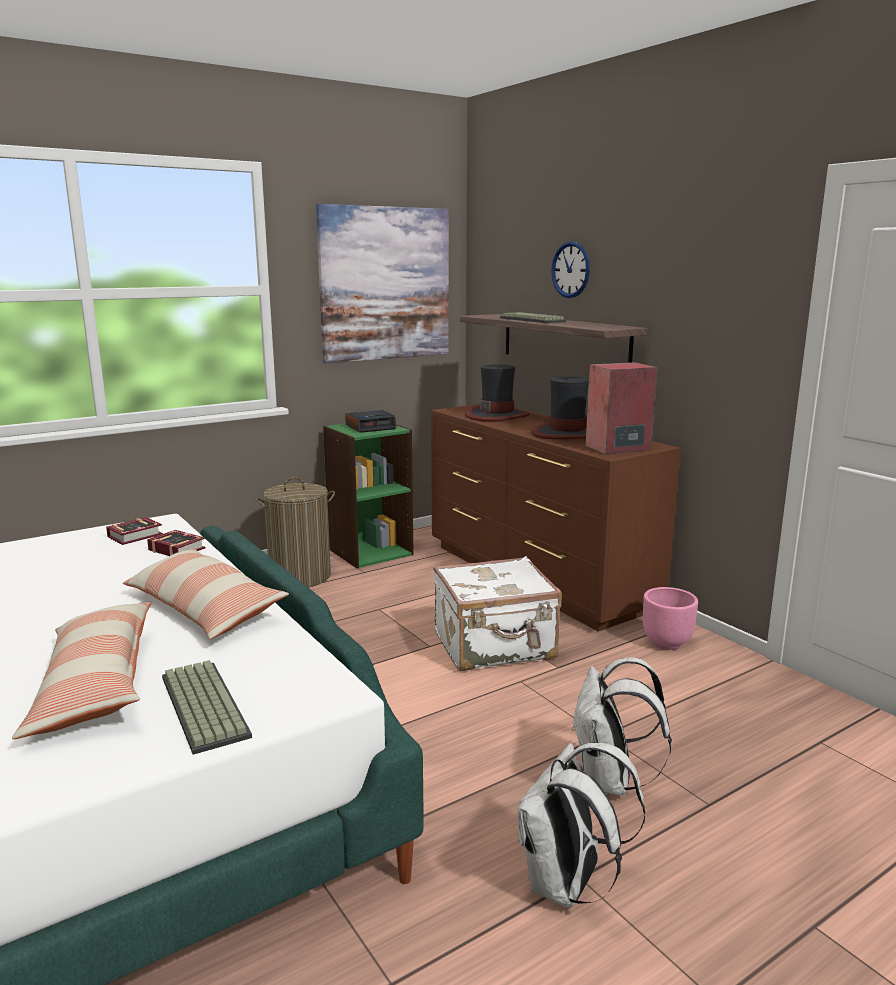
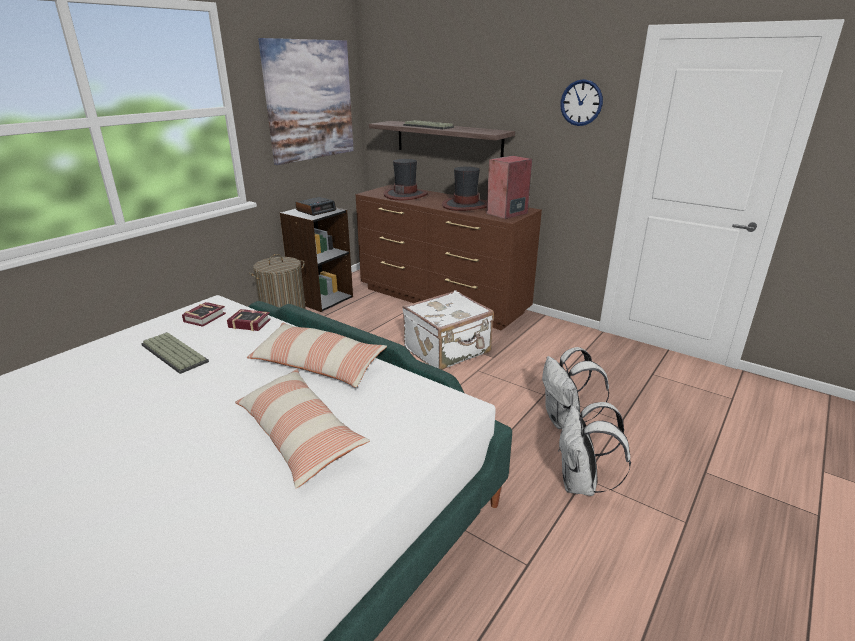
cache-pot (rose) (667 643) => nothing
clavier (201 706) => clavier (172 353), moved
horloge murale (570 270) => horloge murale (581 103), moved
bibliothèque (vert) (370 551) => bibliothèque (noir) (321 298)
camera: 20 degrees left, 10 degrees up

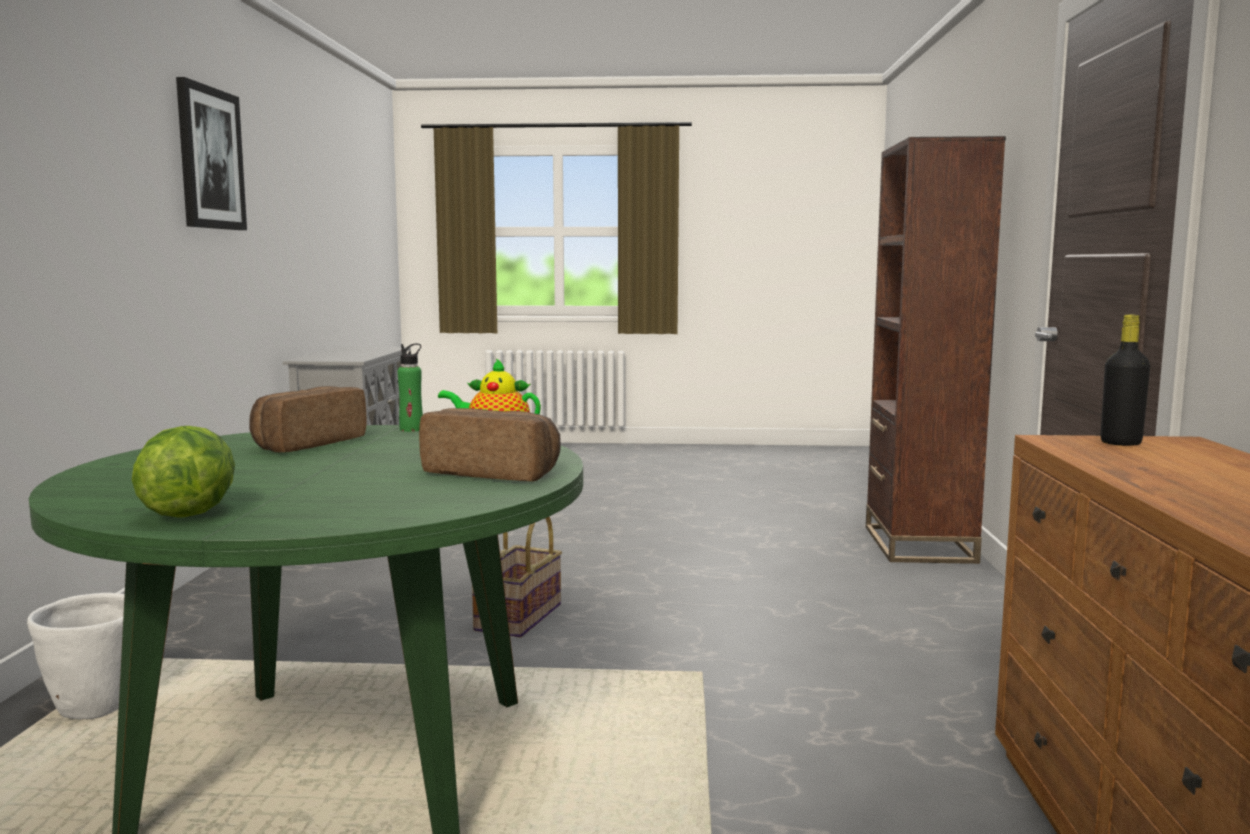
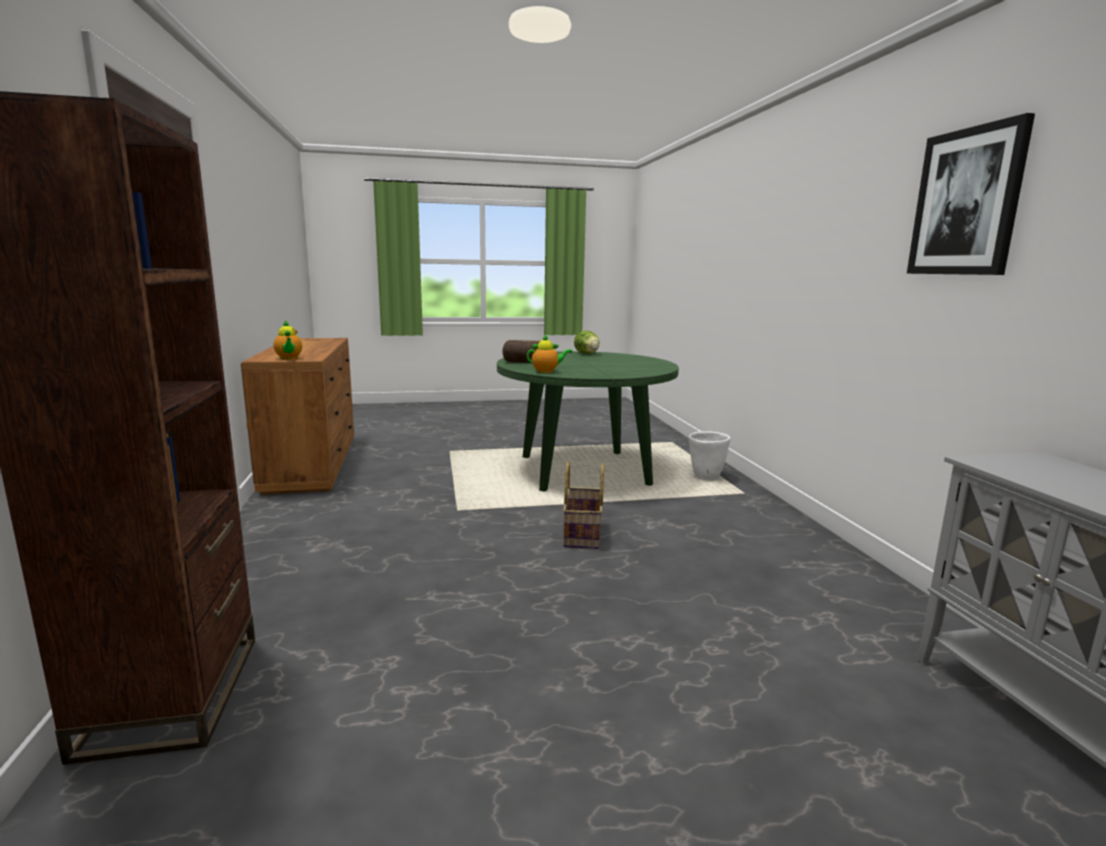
pain (306 443) => nothing
bouteille (vert) (411 429) => nothing
bouteille (noir) (1120 443) => théière (289 358)
camera: 165 degrees right, 5 degrees up

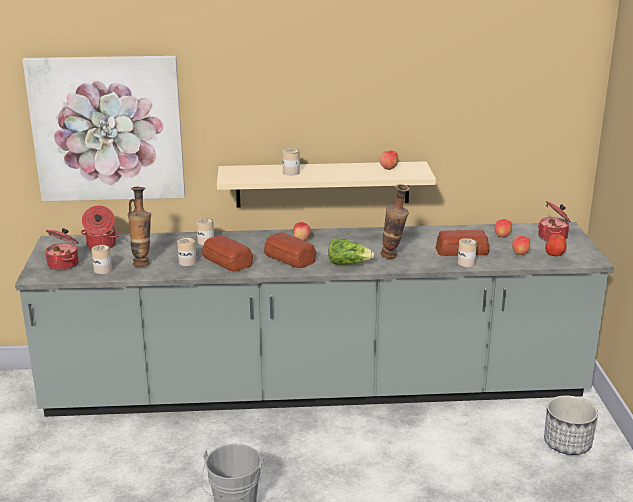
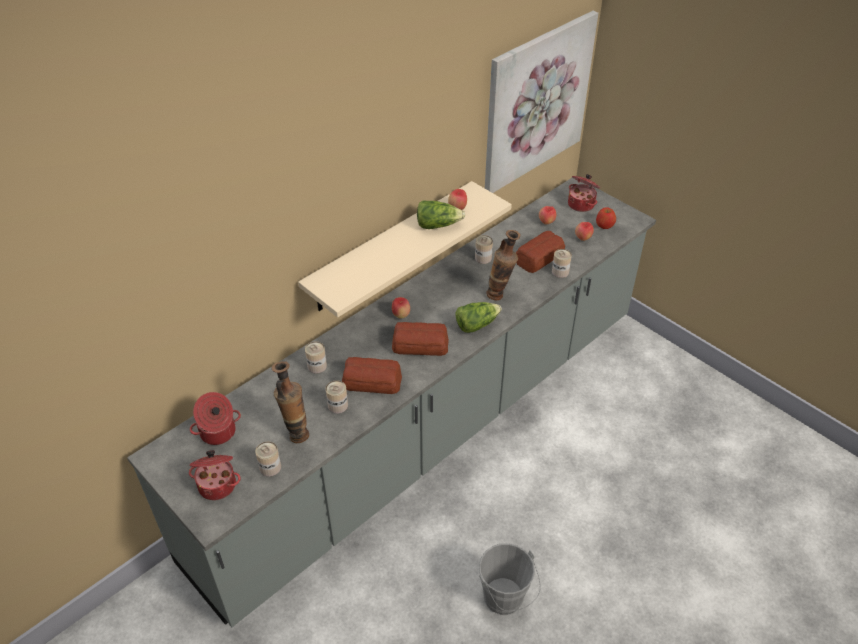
cache-pot (567 444) => nothing
nothing => laitue (438 225)
tableau (107 129) => tableau (537 102), moved
boîte métallique (291 172) => boîte métallique (483 258), moved
camera: 40 degrees left, 20 degrees up

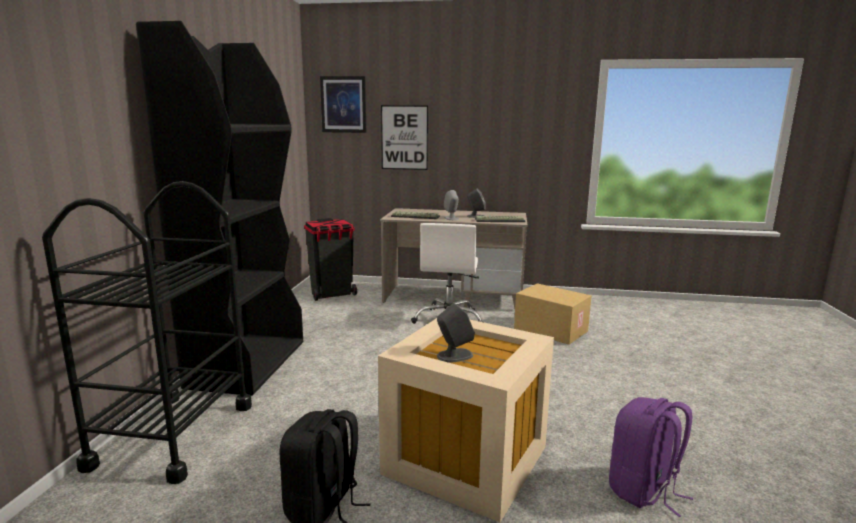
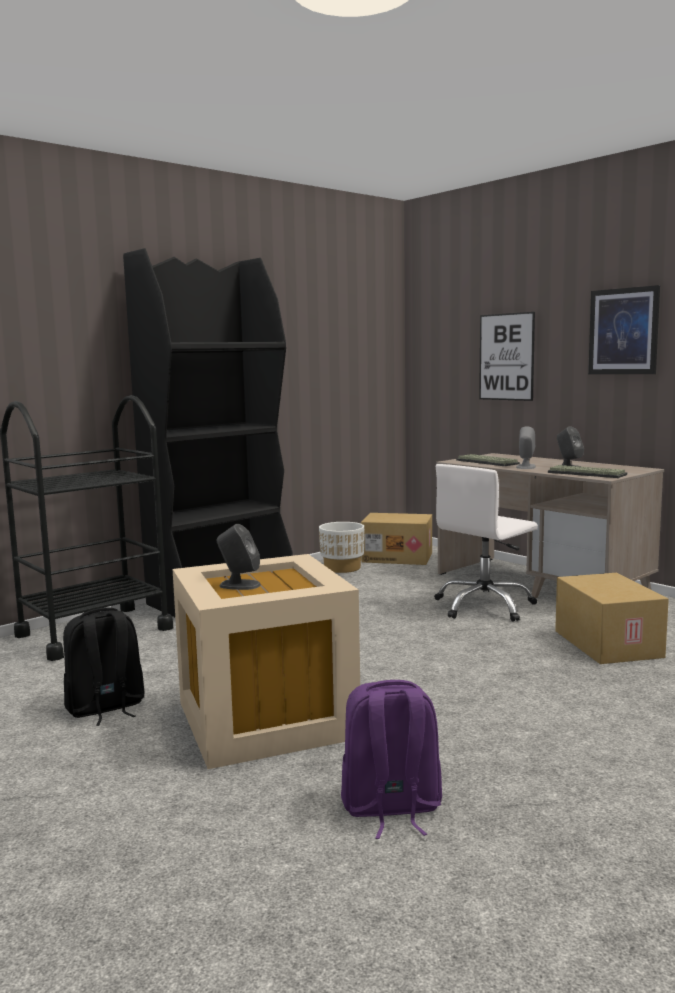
nothing => cache-pot (blanc) (342 568)
tableau (343 104) => tableau (623 331), moved
poubelle (noir) (332 295) => carton (398 557)
camera: 40 degrees right, 5 degrees down

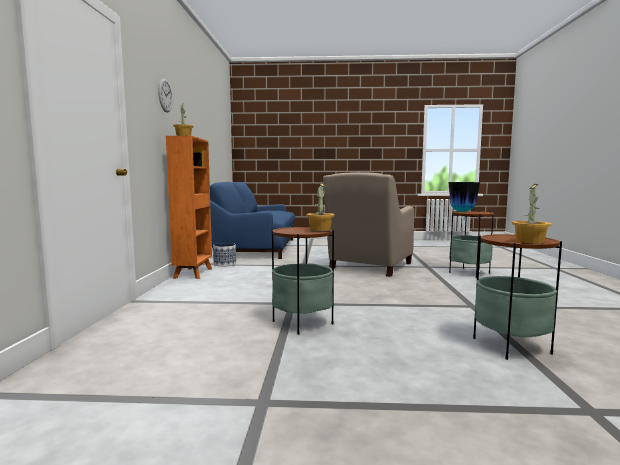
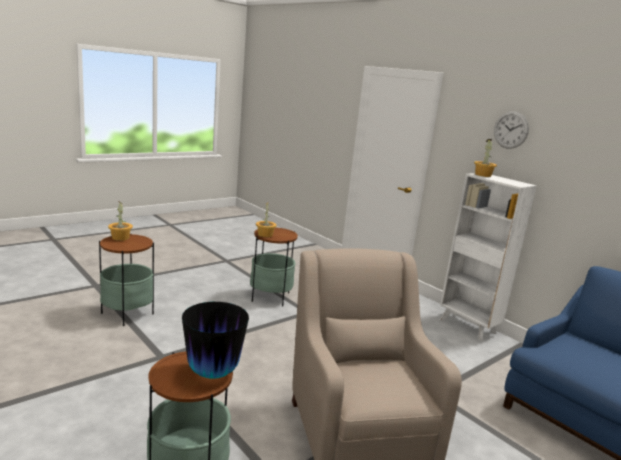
cache-pot (225 264) => nothing
bibliothèque (orange) (194 273) => bibliothèque (blanc) (468 327)
camera: 135 degrees right, 10 degrees up

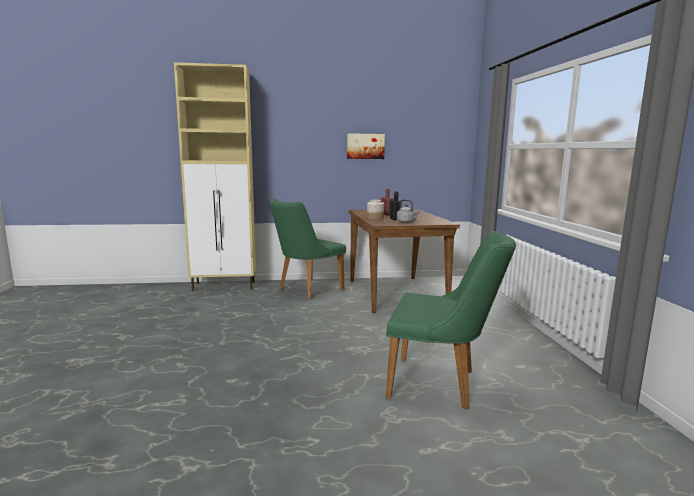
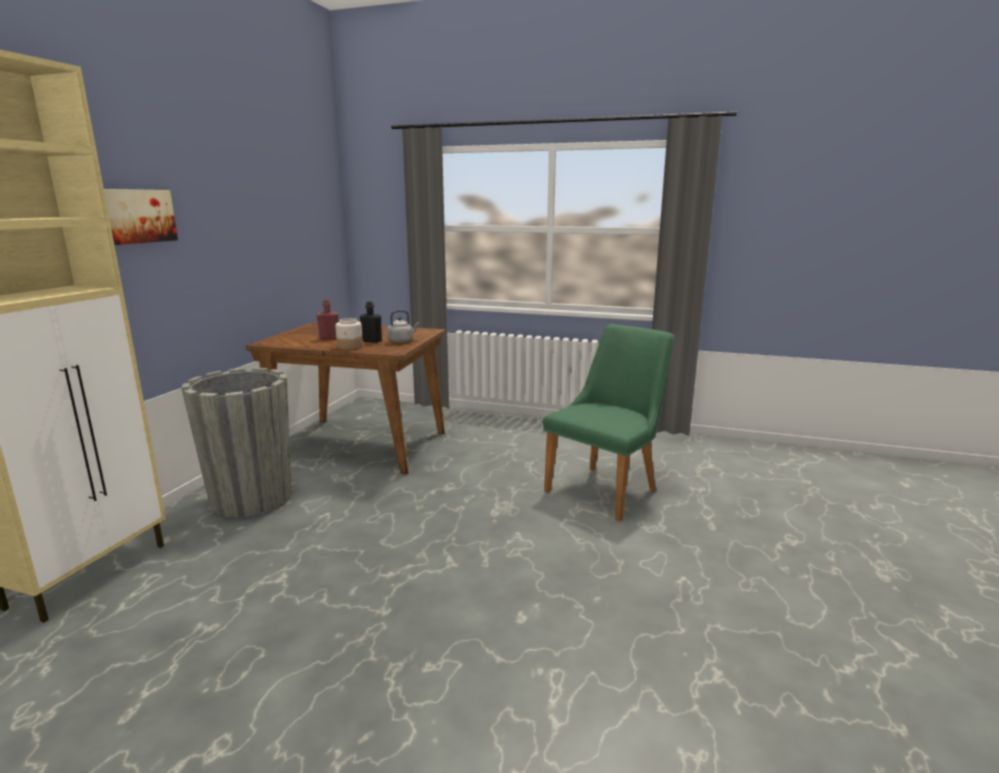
tableau (365 146) => tableau (137 216), moved
chaise (vert) (306 290) => cache-pot (gris) (252 498)
camera: 65 degrees left, 5 degrees up

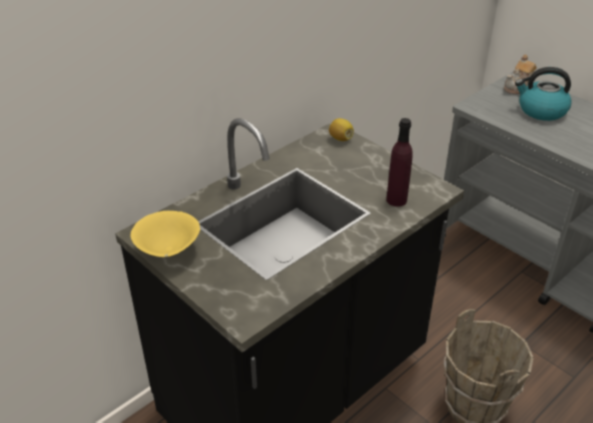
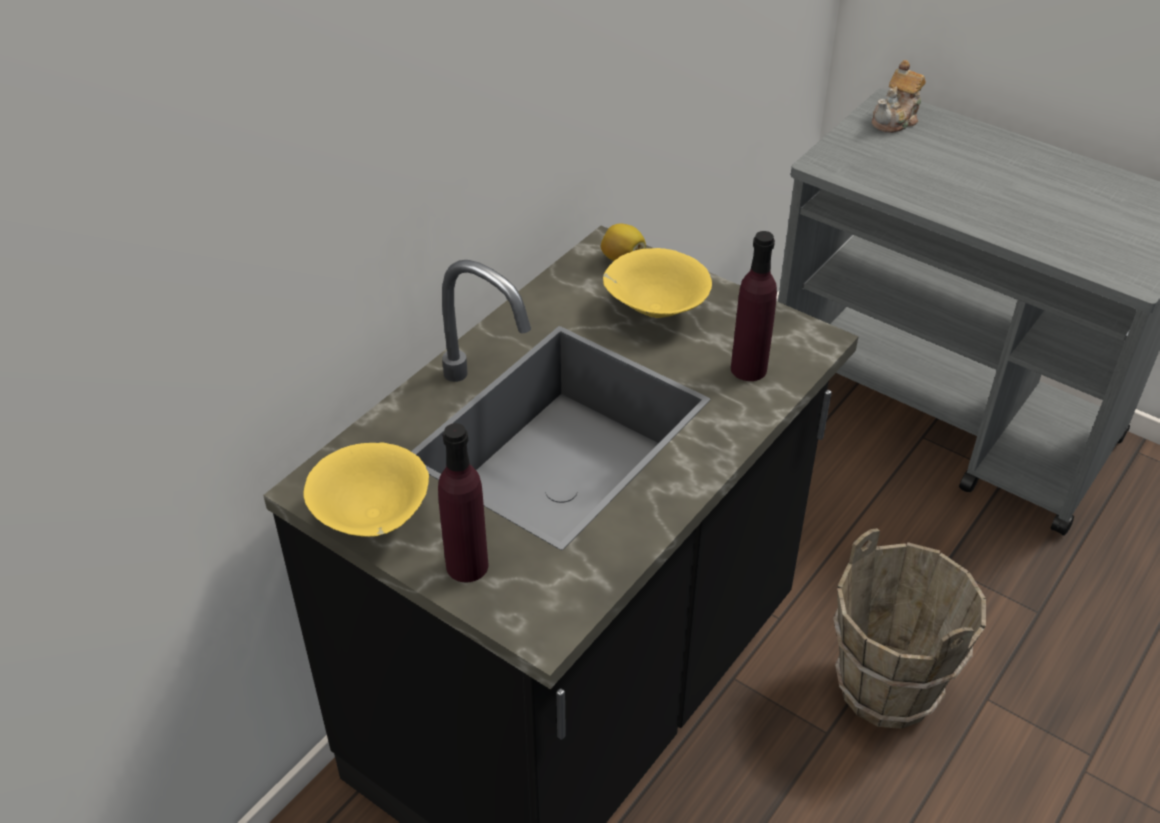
bouilloire (541 110) => nothing
nothing => bouteille (violet) (467 565)
nothing => bol (jaune) (654 310)
camera: 10 degrees left, 5 degrees up

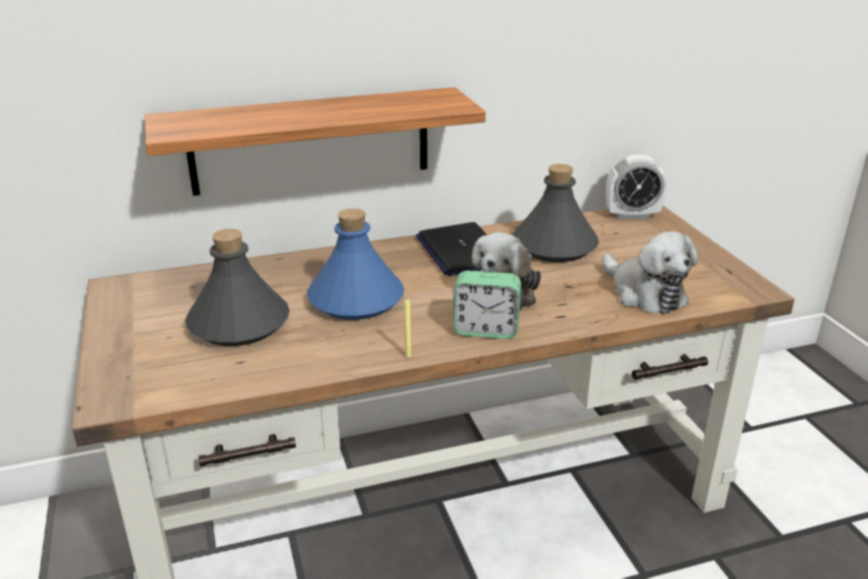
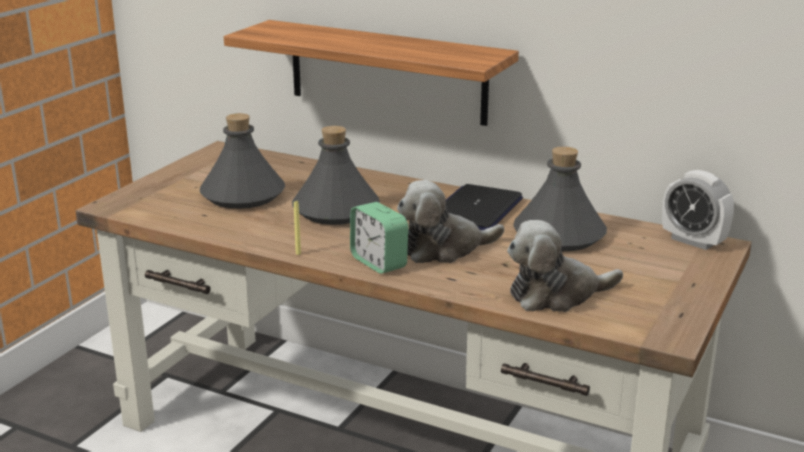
bouteille (bleu) (355 300) => bouteille (gris) (335 210)
peluche (644 293) => peluche (556 294), 60 degrees clockwise
camera: 45 degrees right, 5 degrees down

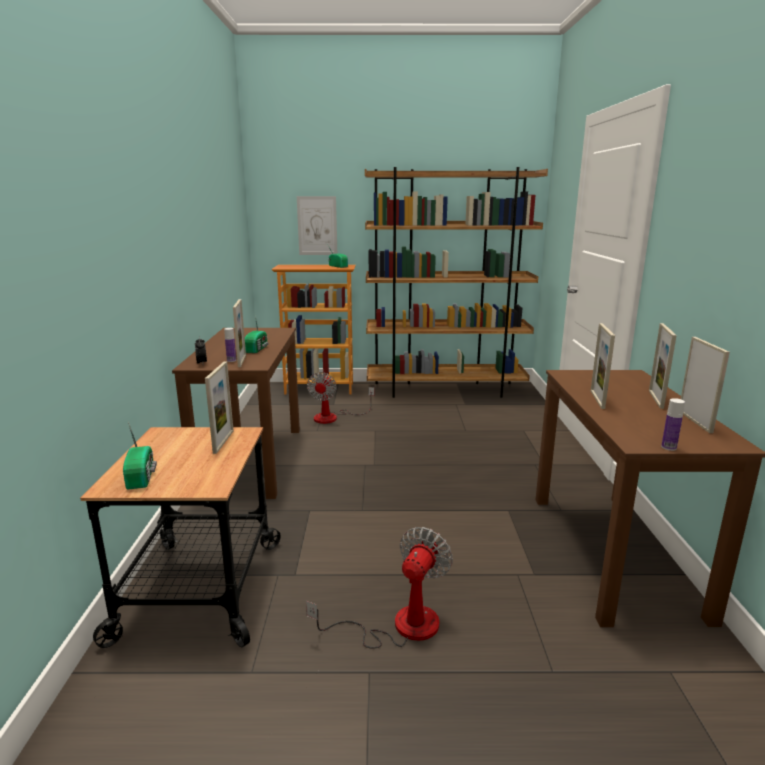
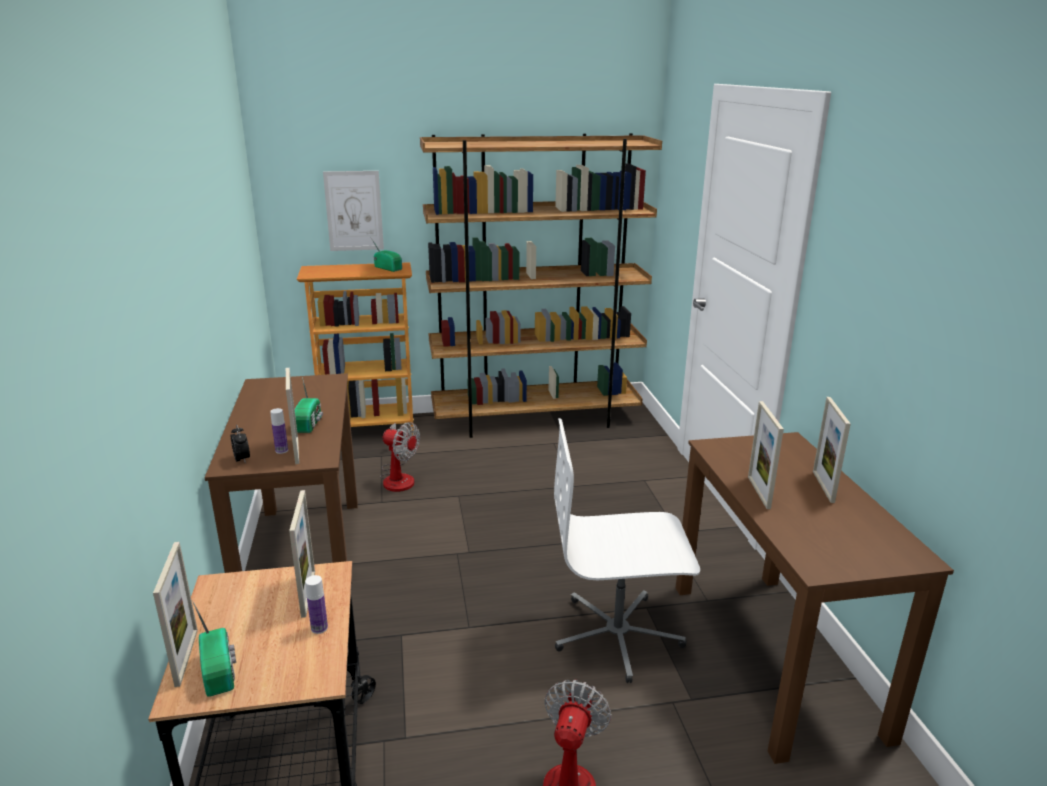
nothing => chaise de bureau (blanc) (618 635)
bouteille (668 447) => bouteille (319 628), moved
cadre photo (694 421) => cadre photo (186 657), moved
ventilateur (333 417) => ventilateur (398 477), 60 degrees counterclockwise
camera: 10 degrees left, 5 degrees up

